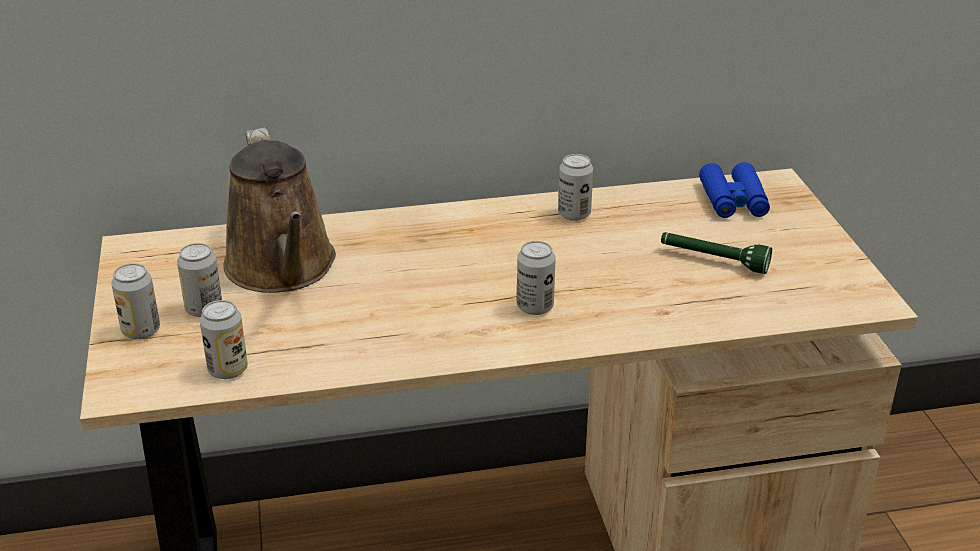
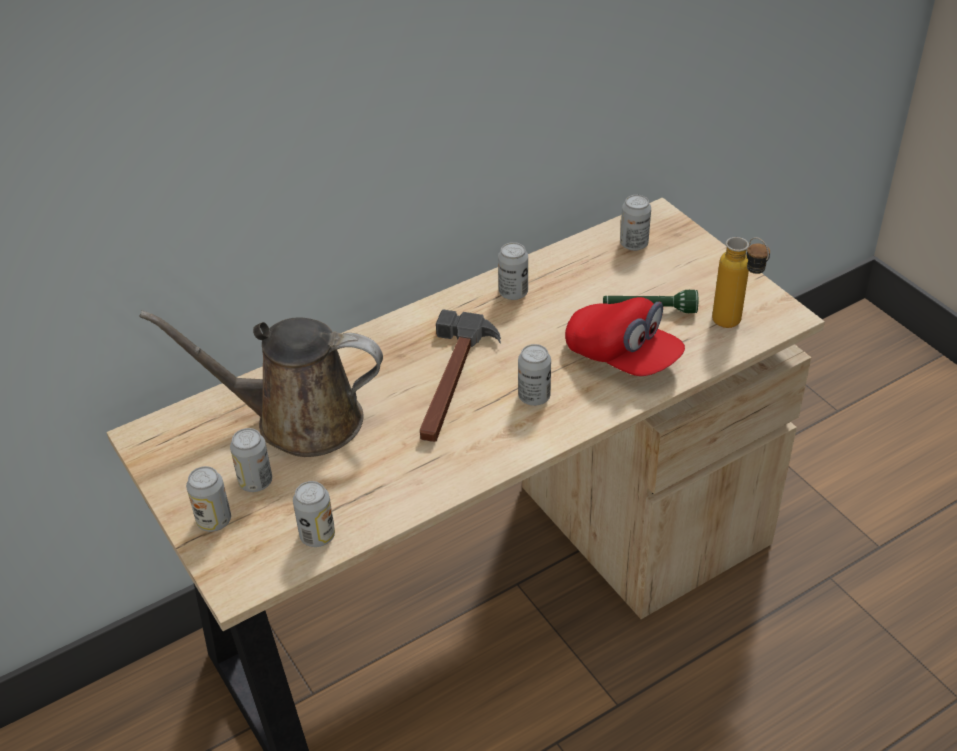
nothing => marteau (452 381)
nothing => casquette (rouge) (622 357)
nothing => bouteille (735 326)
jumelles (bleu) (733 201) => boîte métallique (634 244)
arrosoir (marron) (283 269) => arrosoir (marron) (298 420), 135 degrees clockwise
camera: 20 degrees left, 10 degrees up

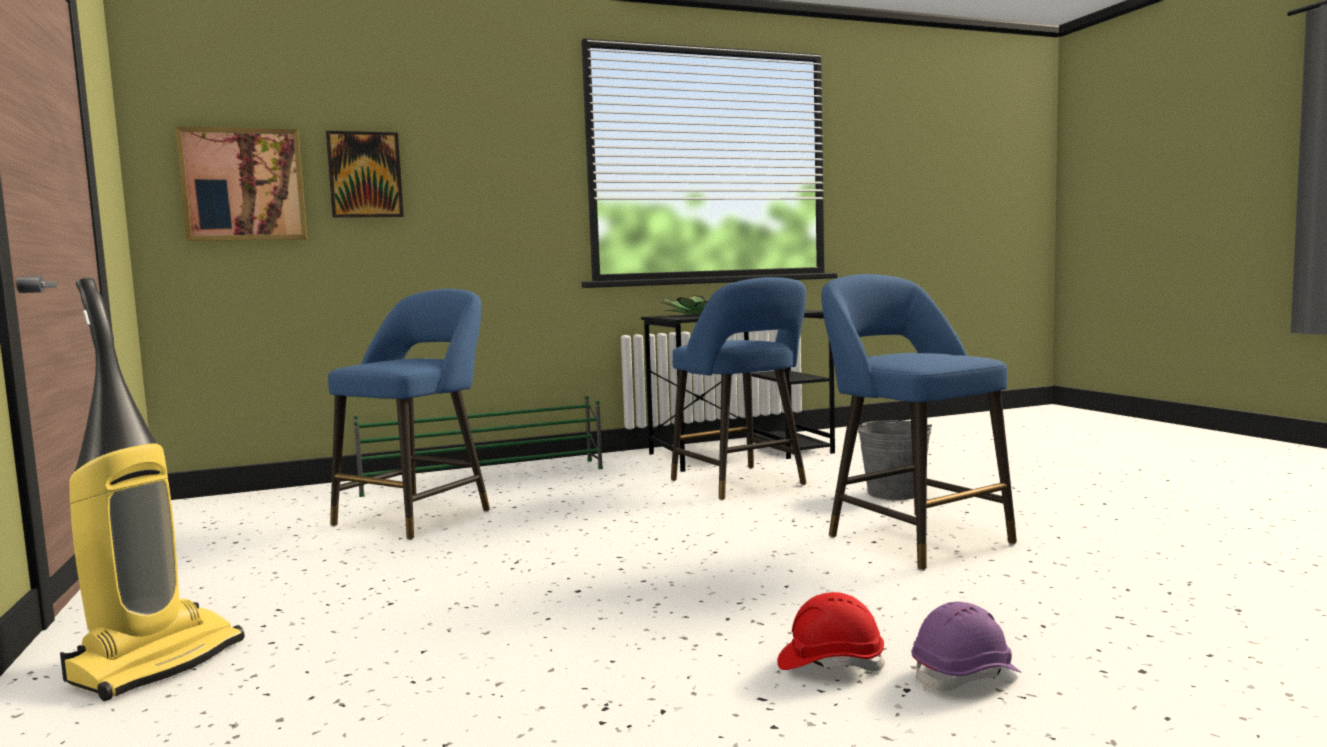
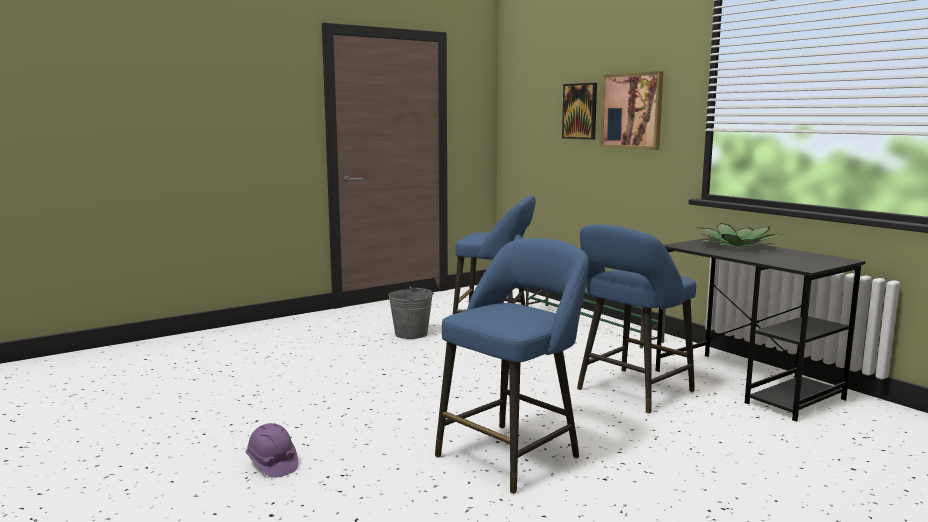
aspirateur (157 662) => nothing
casque de chantier (rouge) (830 663) => nothing
tableau (244 185) => tableau (632 111), moved
seau (gris) (894 493) => seau (gris) (411 334), moved
camera: 75 degrees right, 5 degrees up

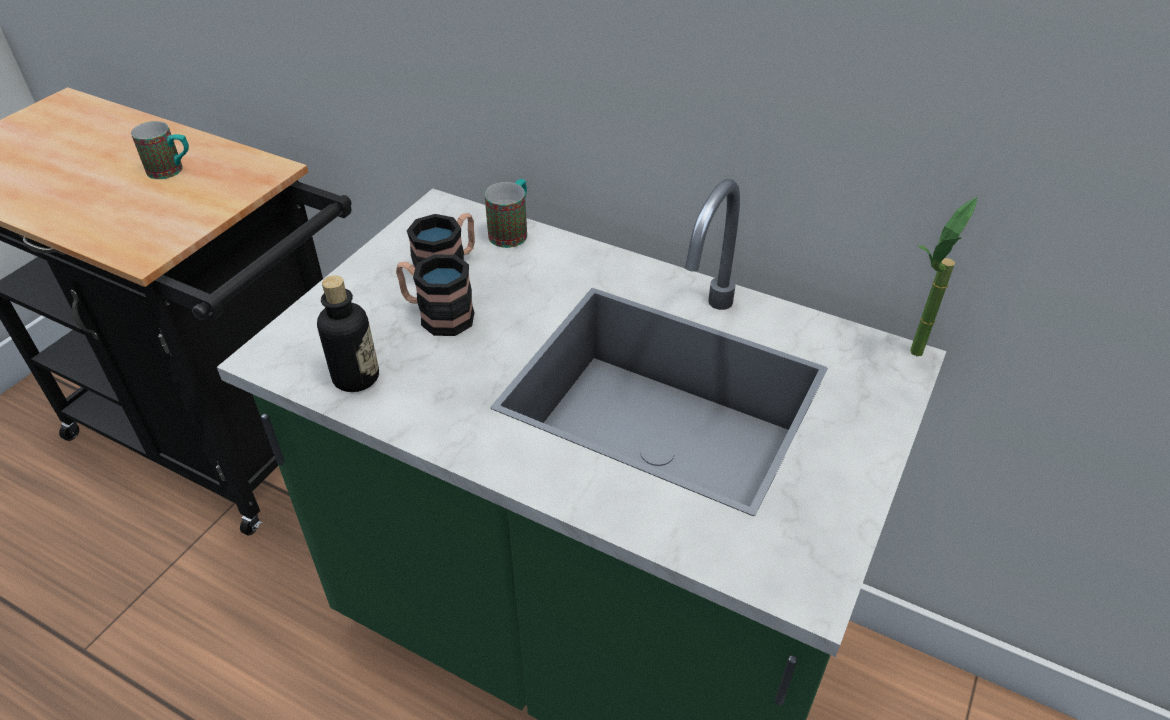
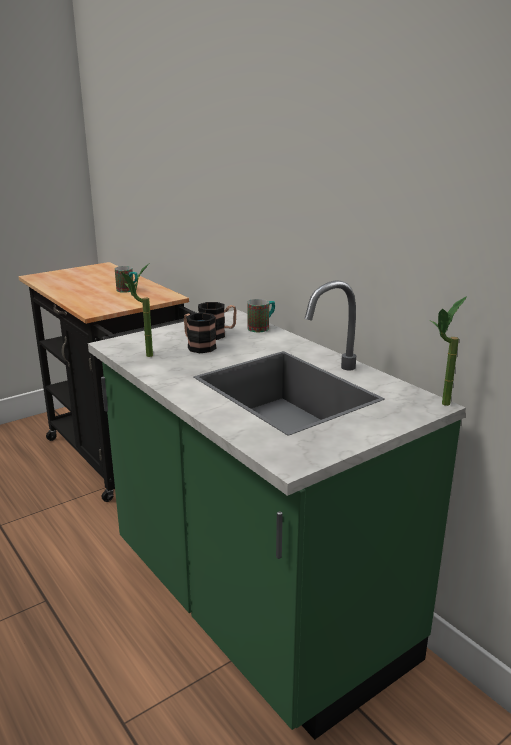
bouteille (356 377) => plante en pot (142 356)
camera: 25 degrees right, 20 degrees down

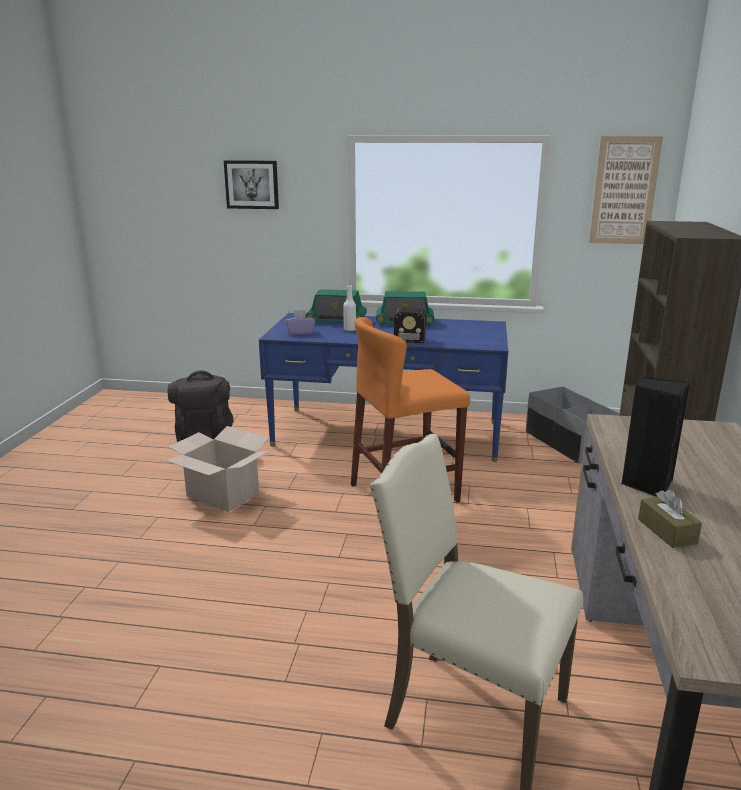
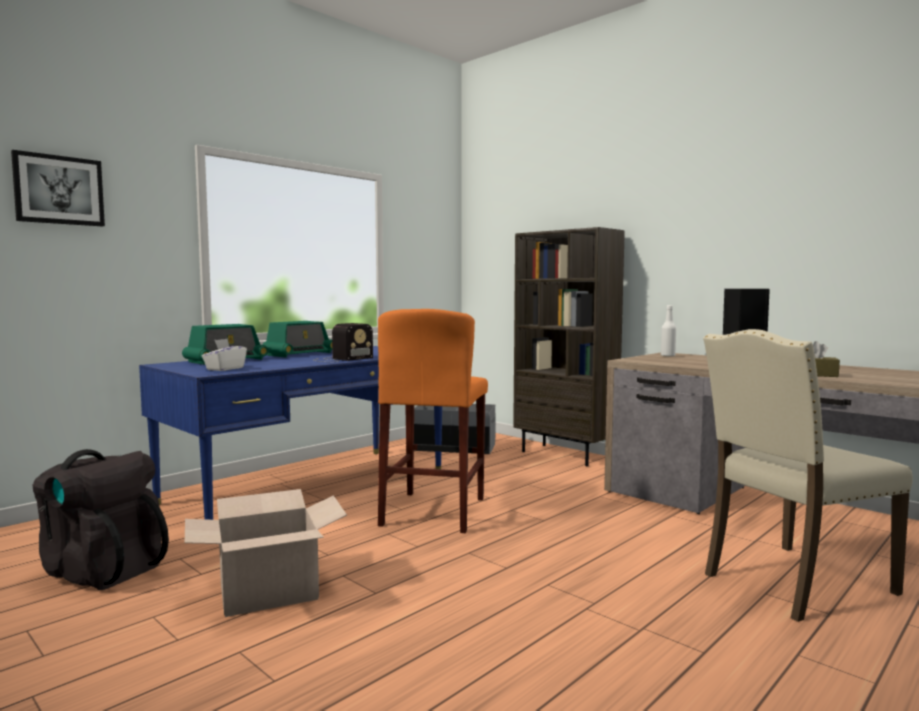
tableau (624 191) => nothing
bouteille (blanc) (349 329) => bouteille (blanc) (668 356), moved
boîte à mouchoirs (violet) (300 332) => boîte à mouchoirs (blanc) (225 369)
camera: 55 degrees left, 15 degrees down

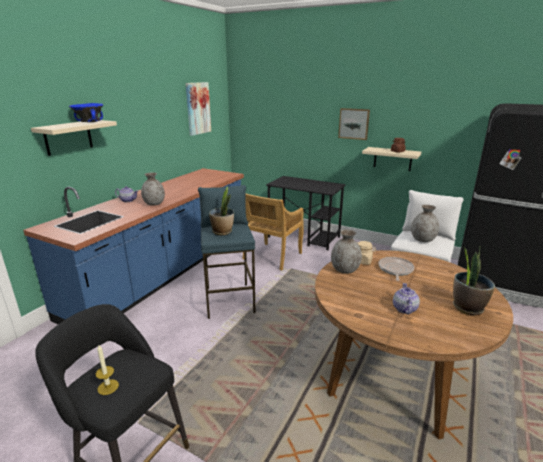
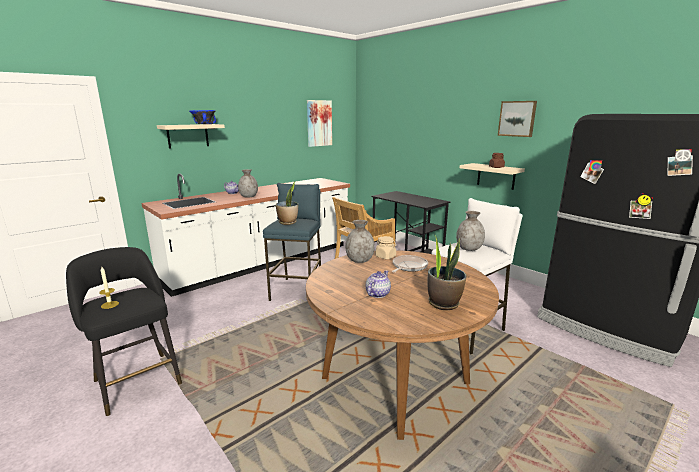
tableau (354 123) => tableau (517 118), moved
comptoir de cuisine (bleu) (166 272) => comptoir de cuisine (blanc) (263 262)
camera: 20 degrees right, 5 degrees down

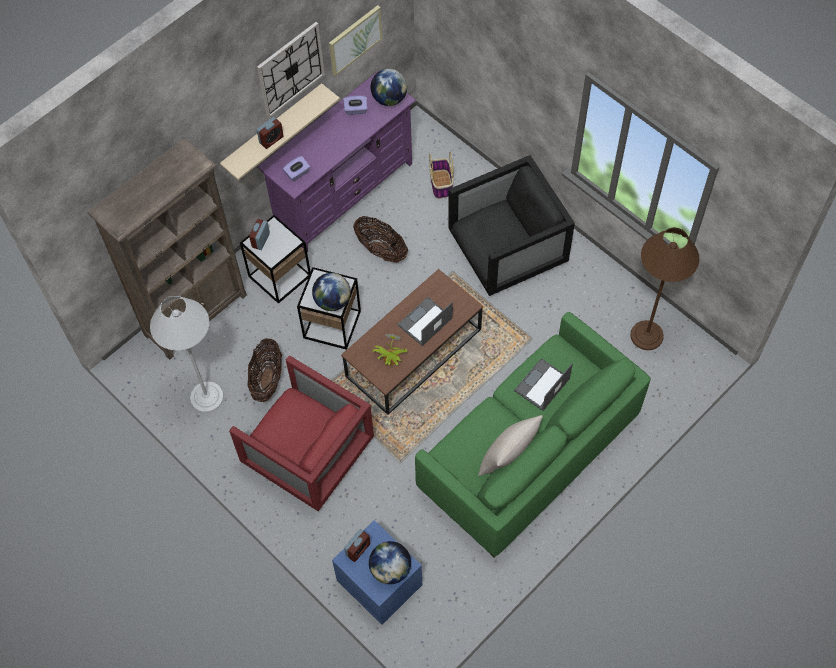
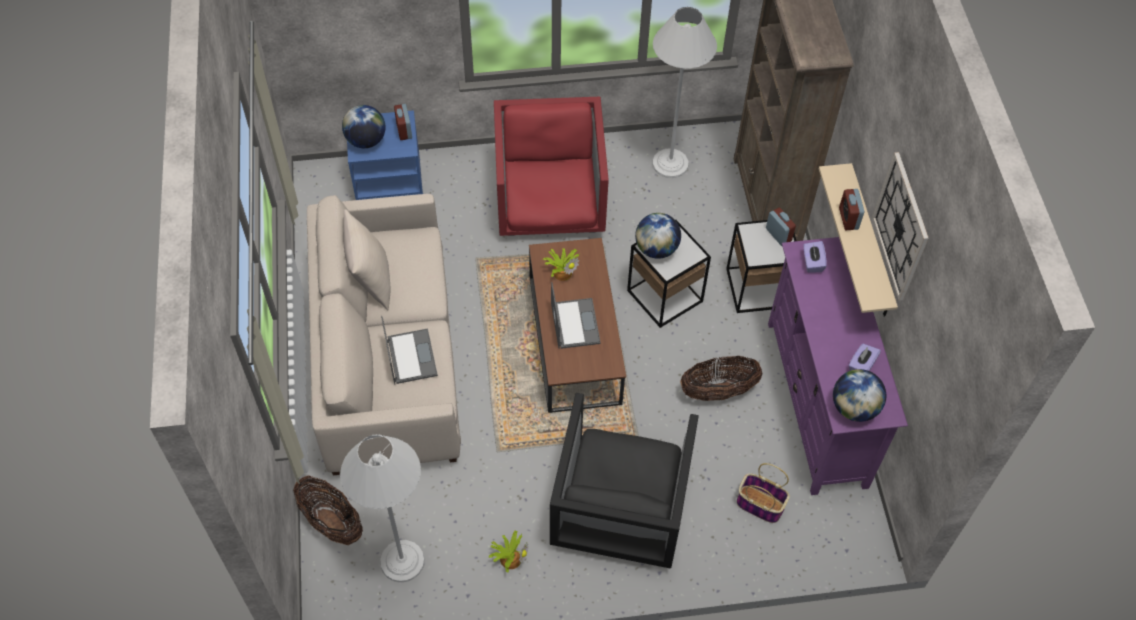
tableau (354 39) => nothing
nothing => plante en pot (510 558)
panier (267 379) => panier (332 522), moved
canapé (vert) (528 453) => canapé (beige) (388 360)
lampadaire (marron) (647 335) => lampadaire (blanc) (402 561)
fauteuil (rouge) (307 452) => fauteuil (rouge) (550 200), 105 degrees clockwise
camera: 125 degrees right, 5 degrees down

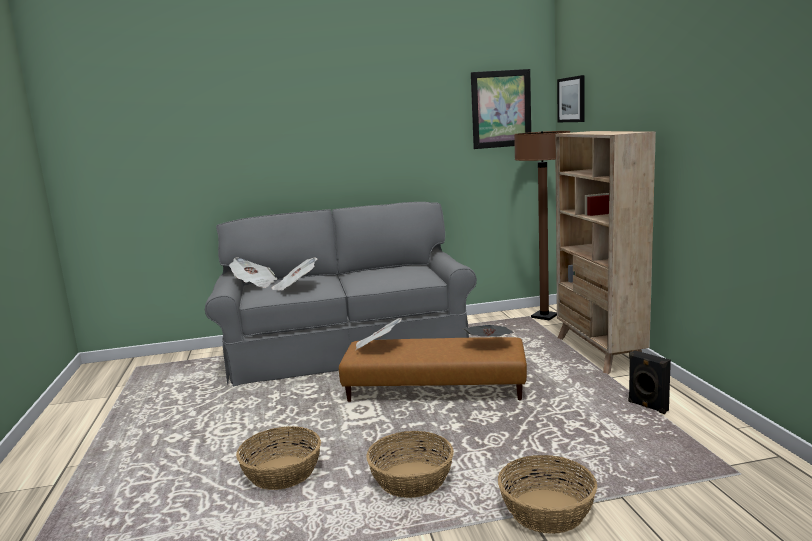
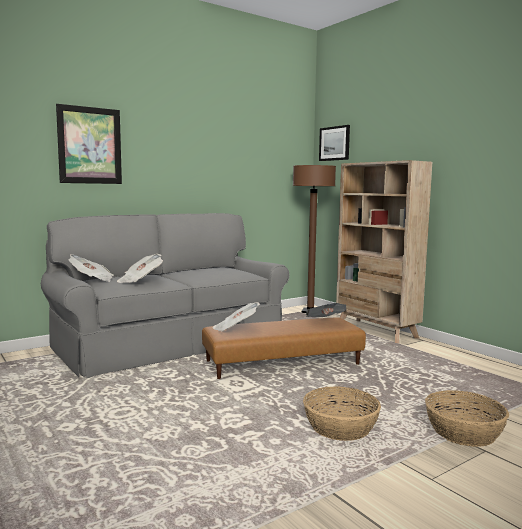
panier (281 473) => nothing
enceinte (noir) (647 407) => nothing
tableau (501 109) => tableau (90 145), moved
camera: 25 degrees left, 5 degrees down

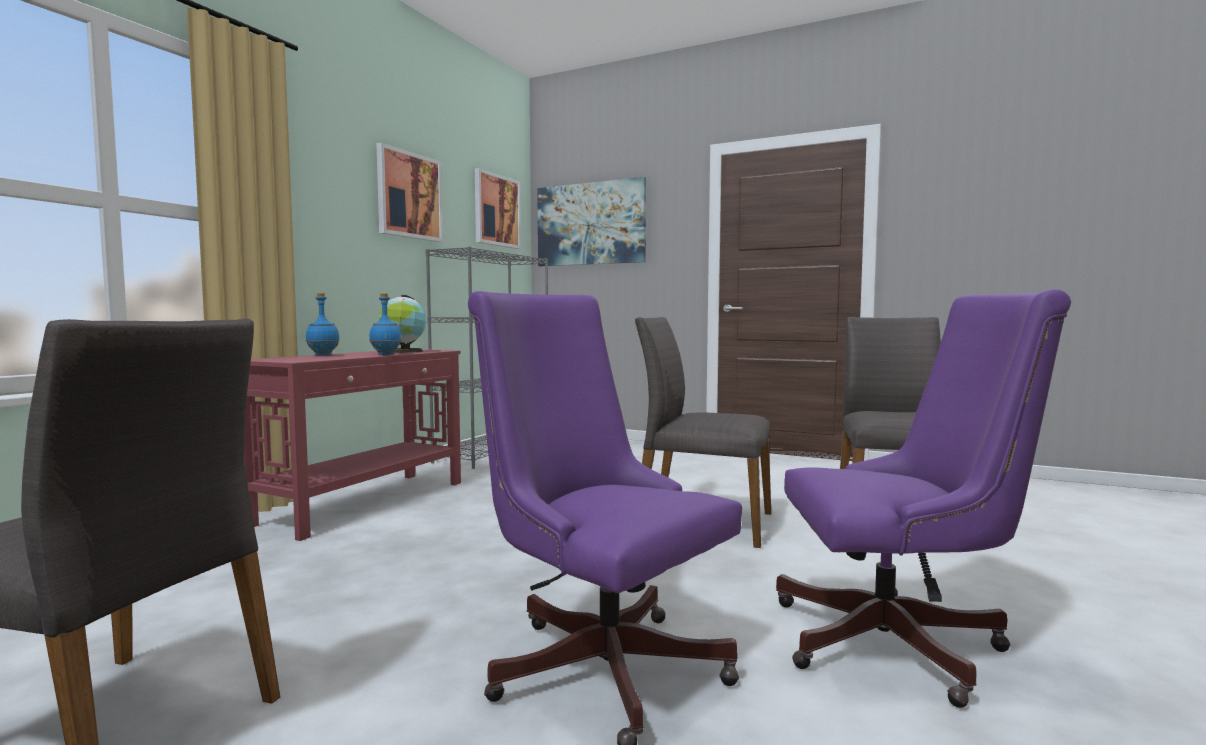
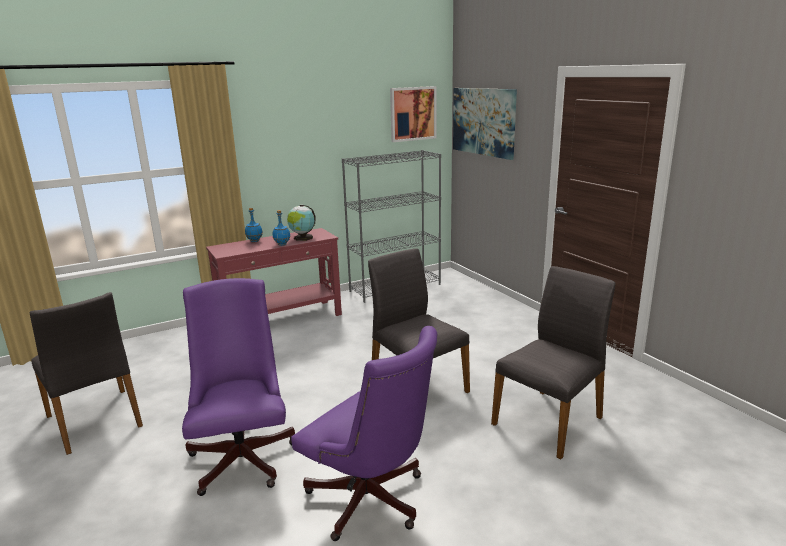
tableau (409 195) => nothing
camera: 35 degrees right, 15 degrees up

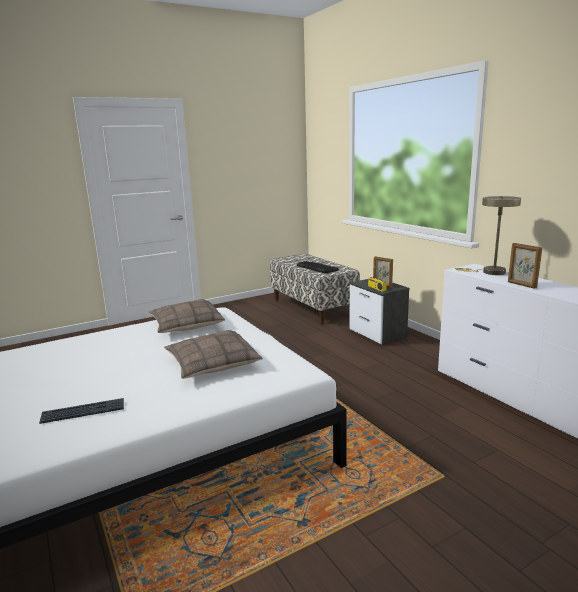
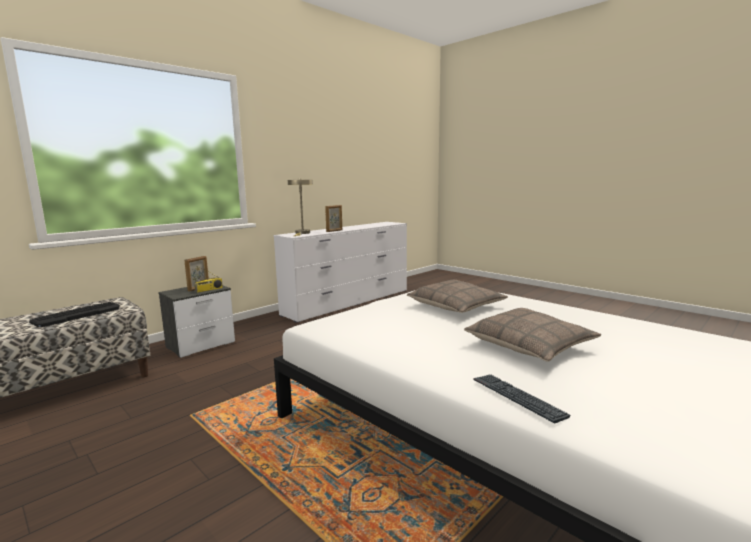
clavier (83 412) => clavier (517 398), moved
coussin (186 325) => coussin (530 345), moved
camera: 105 degrees left, 5 degrees down

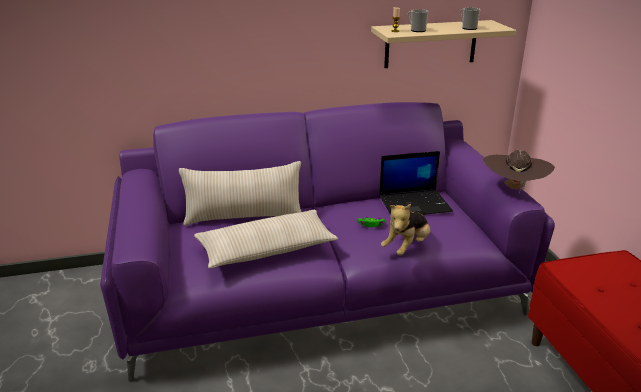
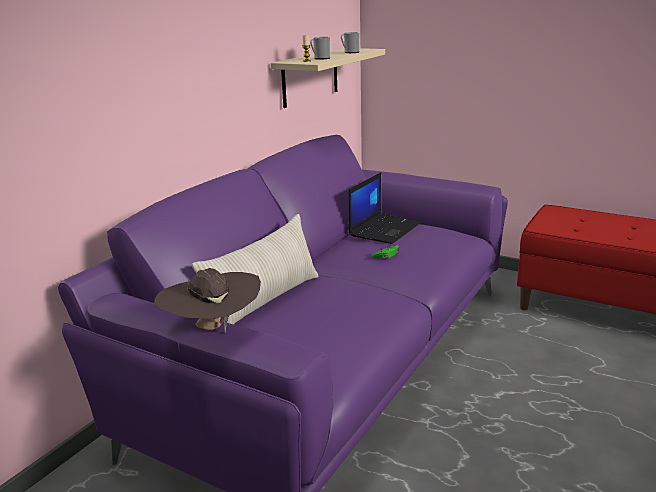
coussin (beige) (266 249) => nothing
peluche (407 247) => nothing
chapeau (marron) (514 188) => chapeau (marron) (213 328), moved
camera: 45 degrees left, 5 degrees down

